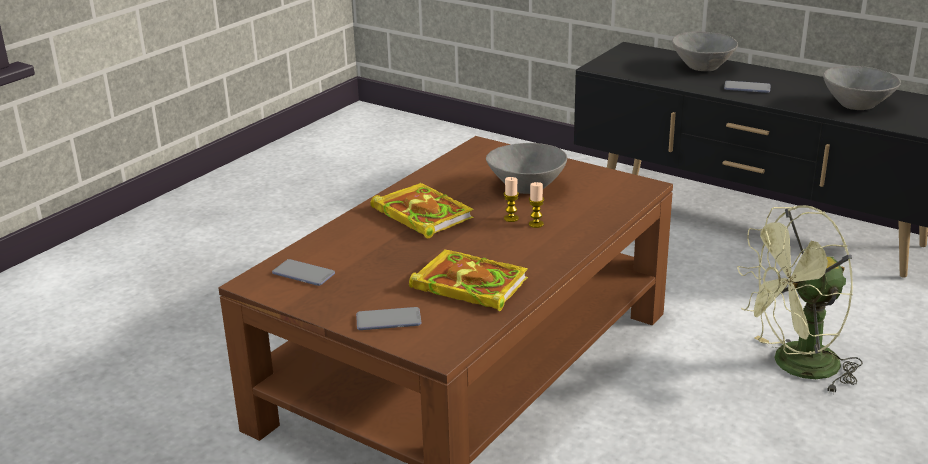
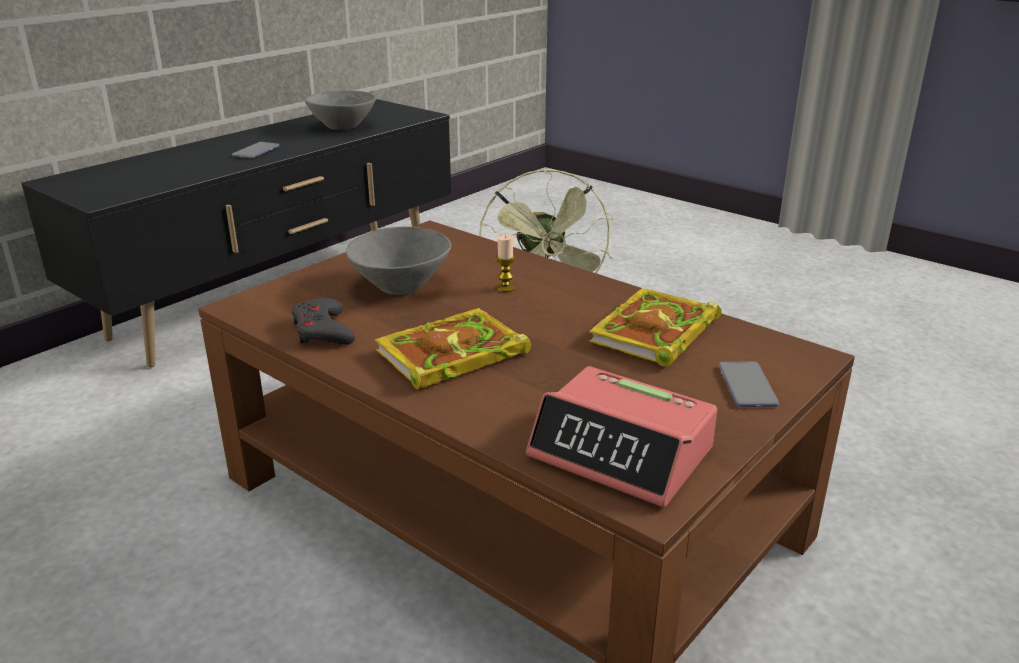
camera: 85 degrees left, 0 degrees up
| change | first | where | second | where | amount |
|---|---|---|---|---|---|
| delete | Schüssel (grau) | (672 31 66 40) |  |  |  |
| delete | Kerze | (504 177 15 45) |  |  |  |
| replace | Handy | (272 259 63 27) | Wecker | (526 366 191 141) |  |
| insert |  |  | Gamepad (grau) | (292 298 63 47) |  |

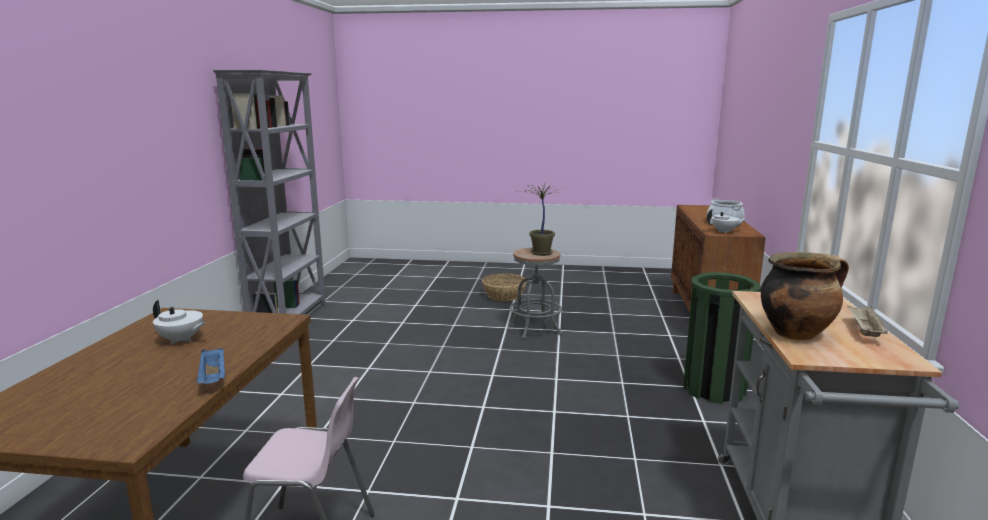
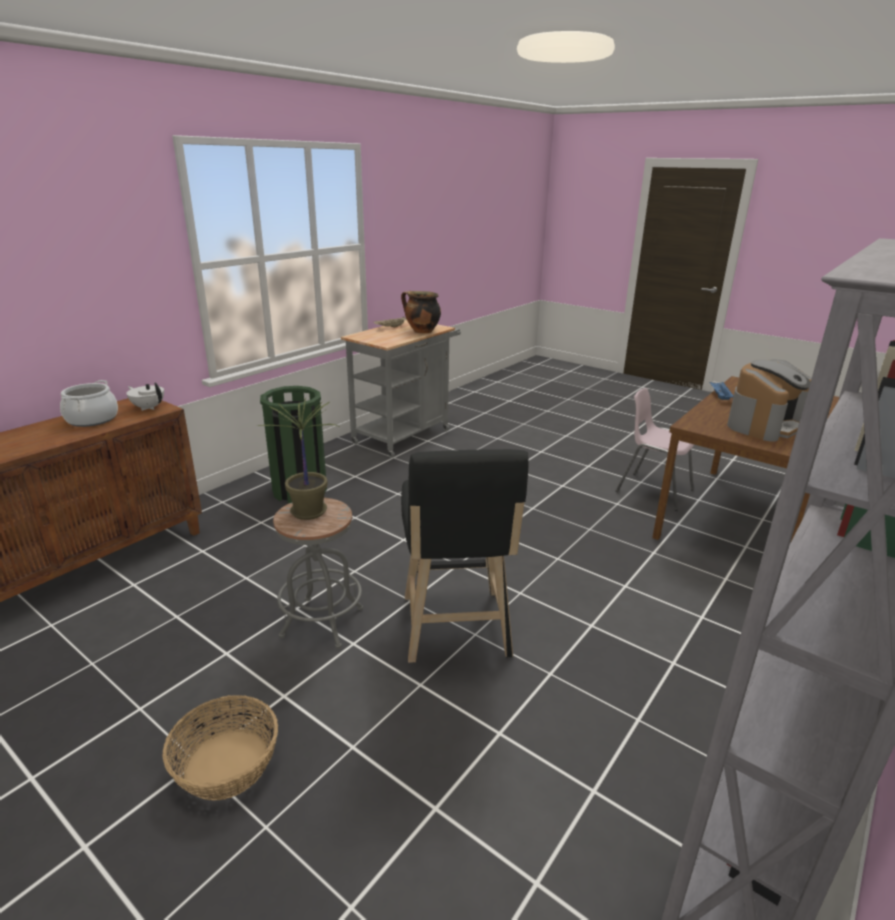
camera: 150 degrees left, 10 degrees up
| change | first | where | second | where | amount |
|---|---|---|---|---|---|
| replace | Teekanne (weiß) | (153 300 53 44) | Kaffeemaschine | (727 359 85 83) |  |
| insert |  |  | Hocker (schwarz) | (401 449 127 214) |  |

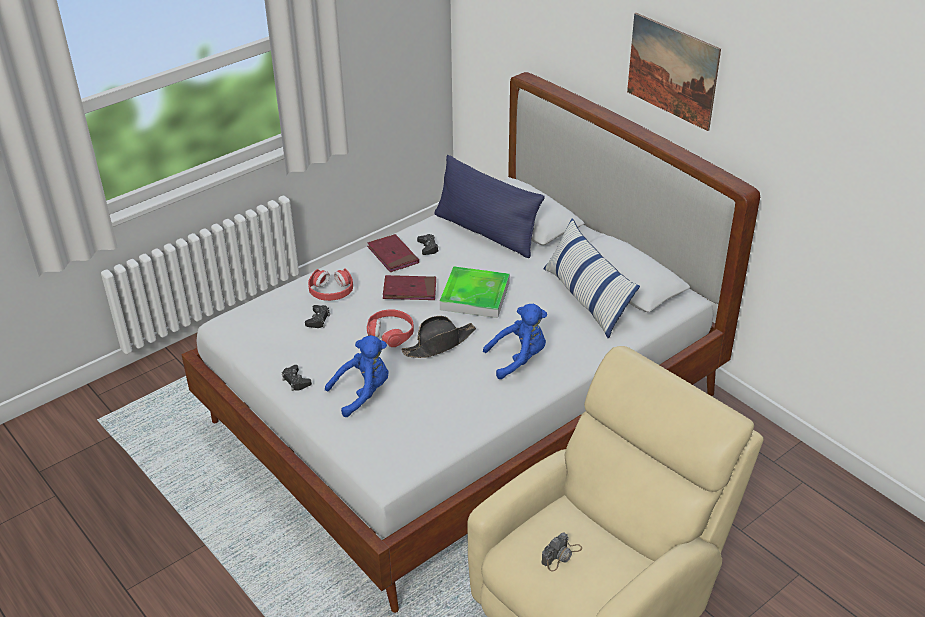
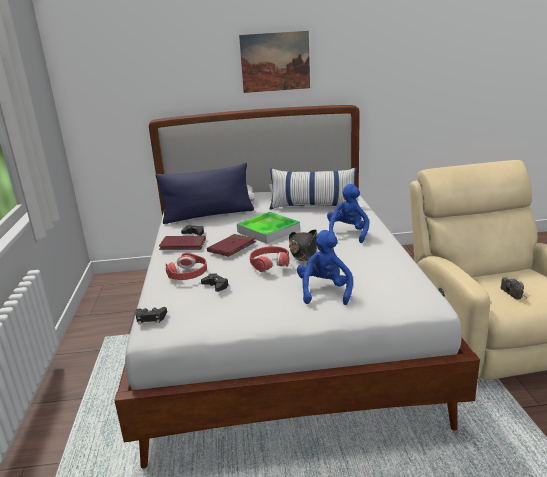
camera: 55 degrees left, 15 degrees down
| change | first | where | second | where | amount |
|---|---|---|---|---|---|
| move | Gamepad (schwarz) | (282 365 30 26) |  | (135 307 32 17) |  |

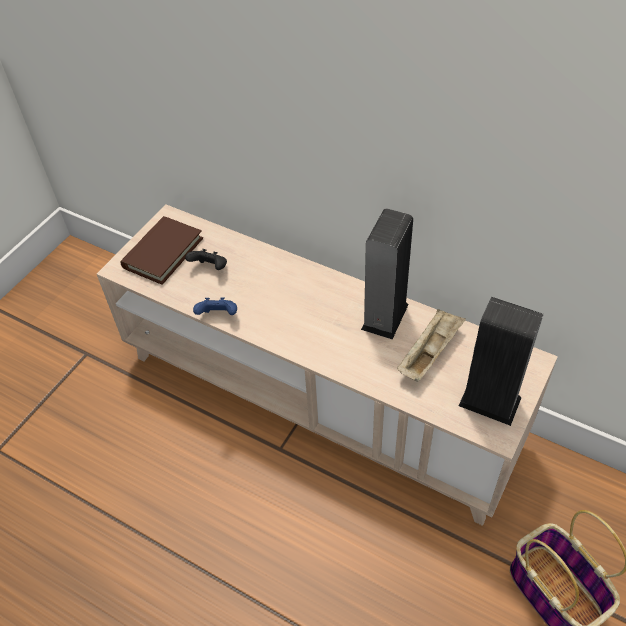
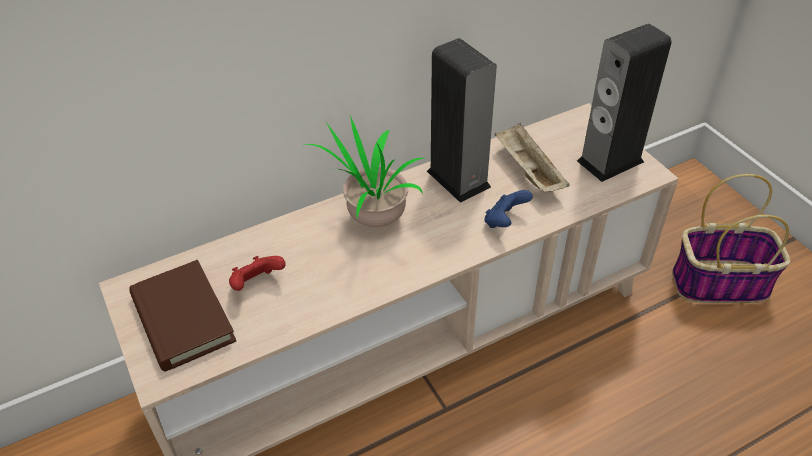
camera: 60 degrees left, 5 degrees down
| change | first | where | second | where | amount |
|---|---|---|---|---|---|
| recolor | Gamepad (schwarz) | (185 249 42 21) | Gamepad (rot) | (229 256 57 35) |  |
| move | Gamepad (blau) | (193 297 44 18) |  | (484 190 49 38) |  |
| insert |  |  | Topfpflanze | (305 115 121 112) |  |

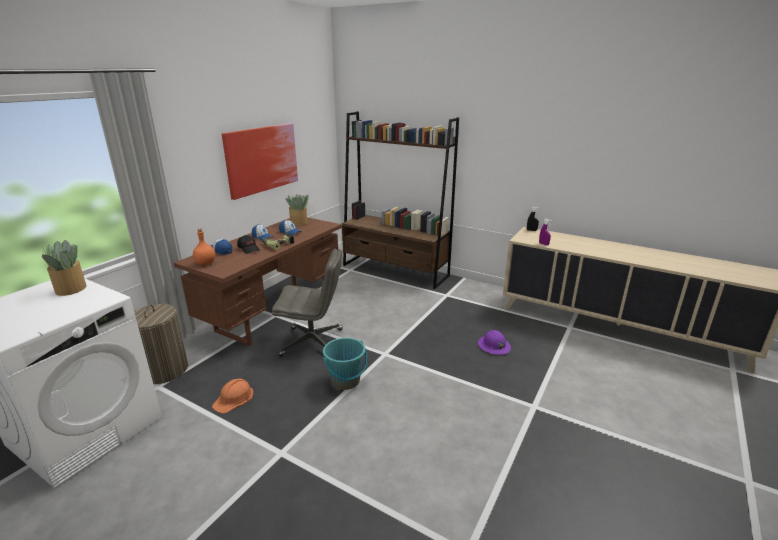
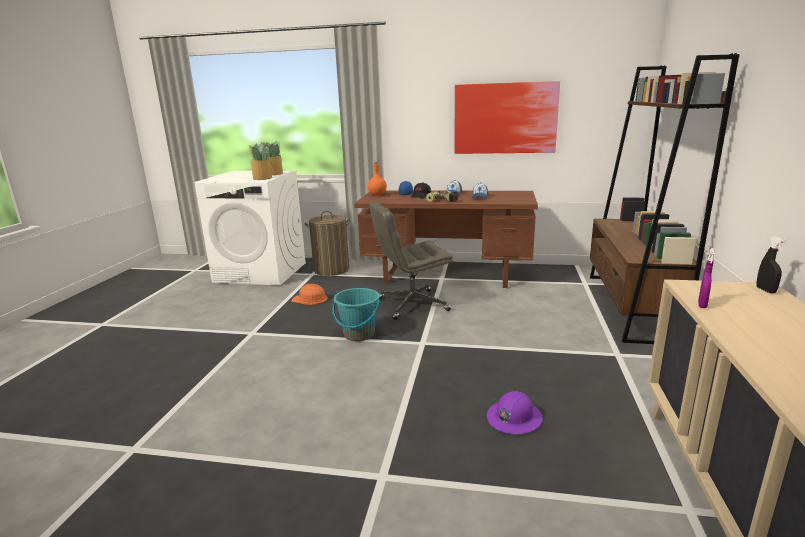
camera: 70 degrees right, 5 degrees down
| change | first | where | second | where | amount |
|---|---|---|---|---|---|
| move | Topfpflanze | (286 194 23 32) |  | (249 143 23 37) |  |
| rotate | Bürostuhl (grau) | (272 249 70 108) |  | (369 202 84 118) | 90 degrees clockwise |

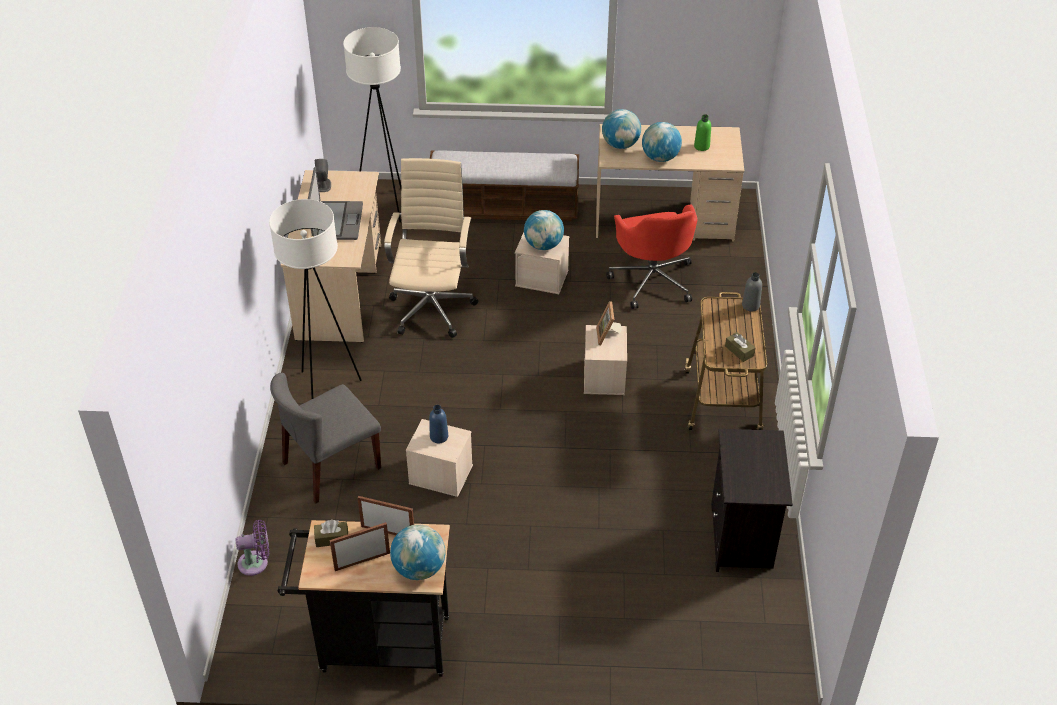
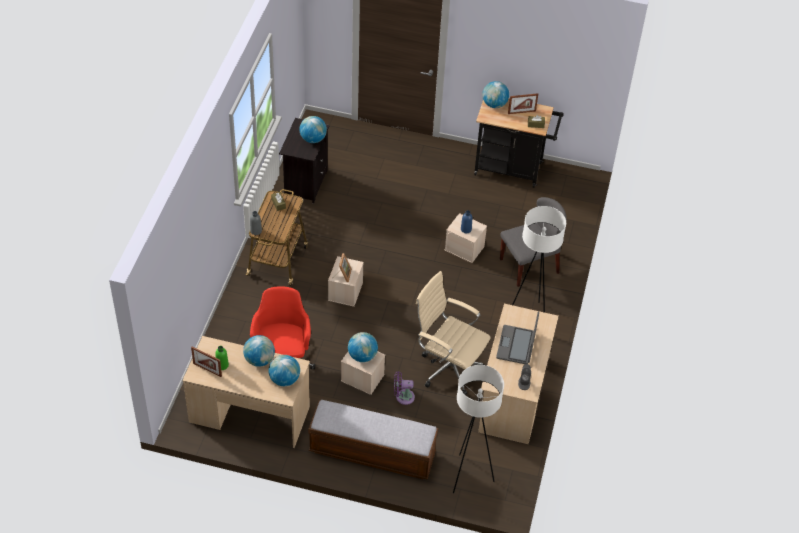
camera: 170 degrees left, 5 degrees up
| change | first | where | second | where | amount |
|---|---|---|---|---|---|
| rotate | Bürostuhl (beige) | (384 158 94 180) |  | (416 271 75 124) | 105 degrees clockwise |
| move | Bilderrahmen | (357 496 57 39) |  | (191 347 31 30) |  |
| move | Ventilator (lila) | (236 520 33 56) |  | (394 371 21 34) |  |
| insert |  |  | Globus | (299 116 28 27) |  |

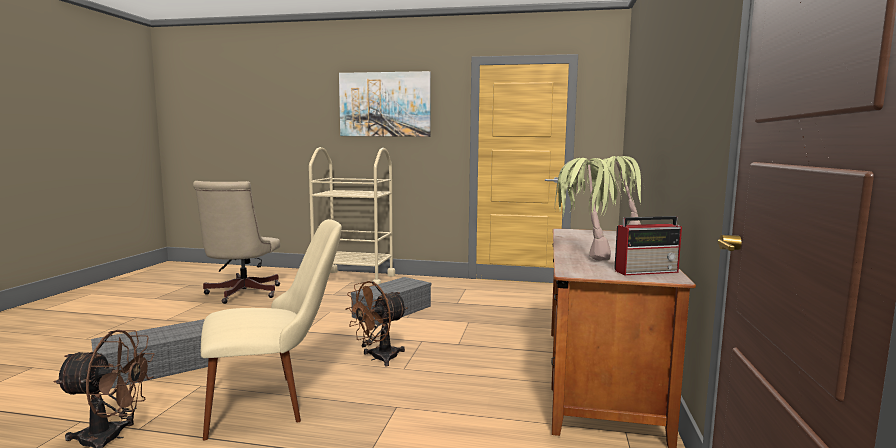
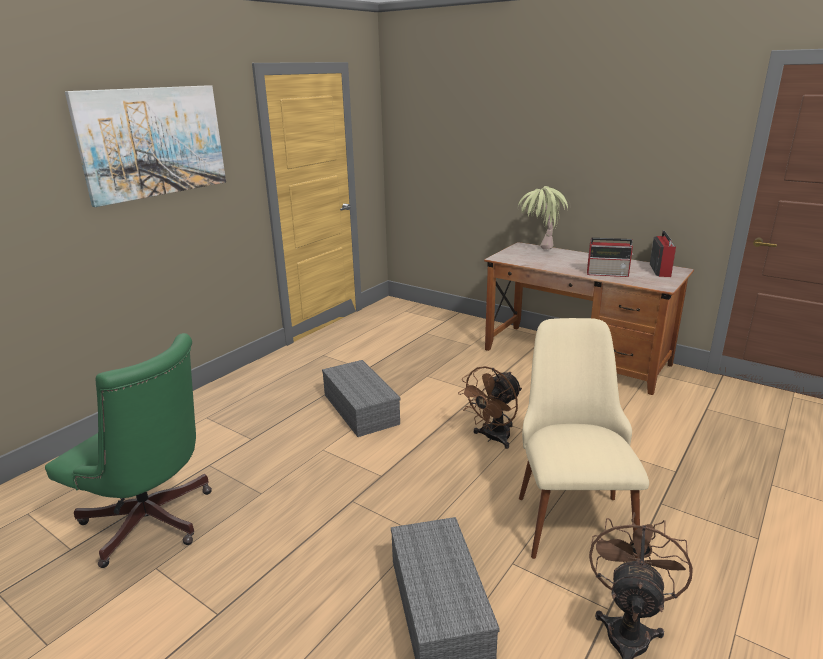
camera: 65 degrees left, 15 degrees up
| change | first | where | second | where | amount |
|---|---|---|---|---|---|
| delete | Rollwagen (beige) | (309 147 86 138) |  |  |  |
| replace | Topfpflanze | (555 158 67 103) | Radio | (587 238 46 39) |  |
| recolor | Bürostuhl (beige) | (193 181 87 123) | Bürostuhl (grün) | (45 333 167 235) |  |
| rotate | Ventilator (braun) | (346 281 61 85) |  | (458 366 64 83) | 60 degrees clockwise |

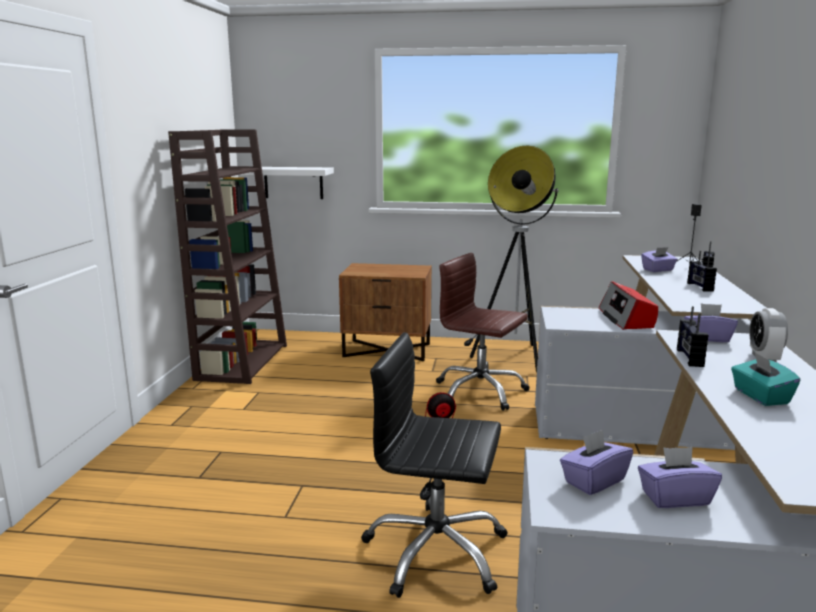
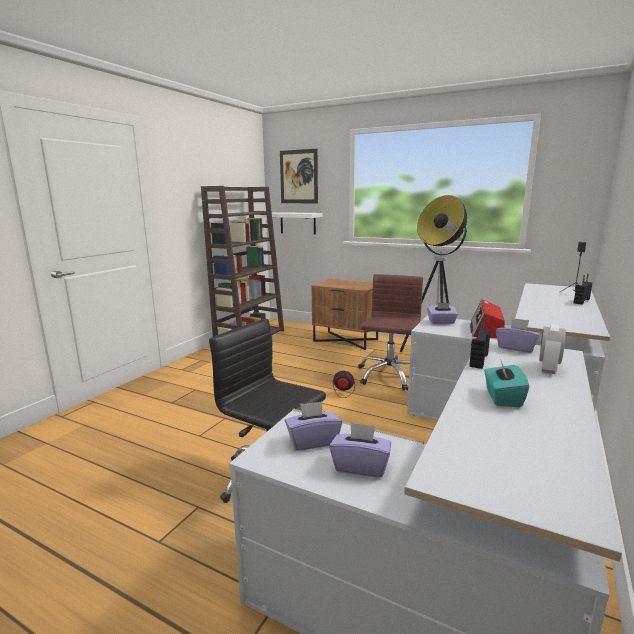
camera: 20 degrees right, 0 degrees up
| change | first | where | second | where | amount |
|---|---|---|---|---|---|
| move | Taschentuchbox (lila) | (641 247 37 25) |  | (427 303 31 21) |  |
| delete | Radio | (687 251 30 41) |  |  |  |
| rotate | Bürostuhl (braun) | (436 253 93 157) |  | (358 274 65 117) | 60 degrees clockwise |
| insert |  |  | Bild | (280 149 38 54) |  |

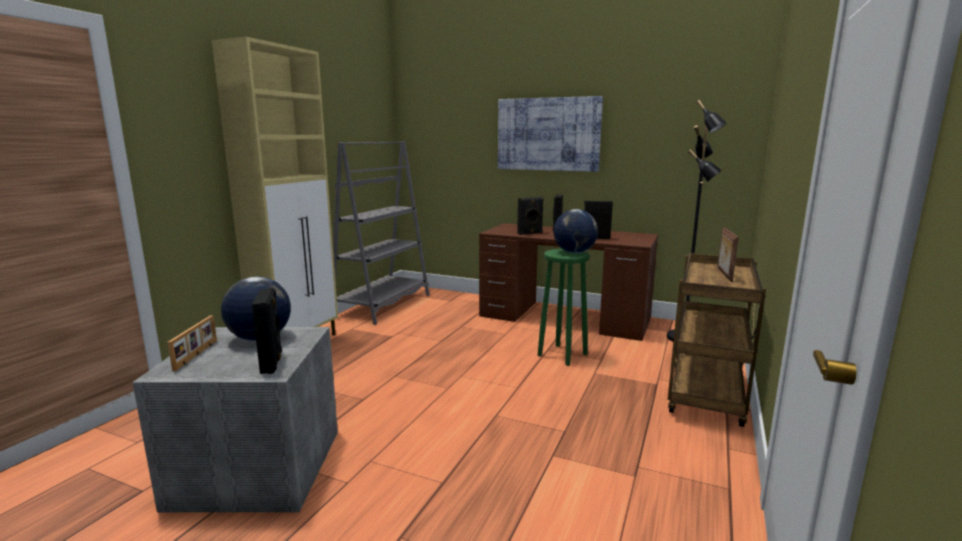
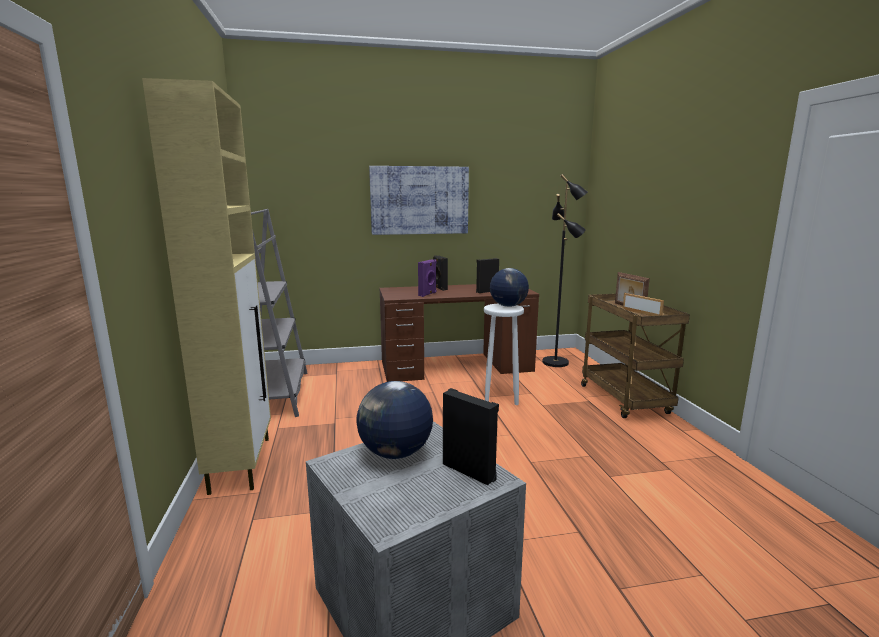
camera: 35 degrees left, 0 degrees up
| change | first | where | second | where | amount |
|---|---|---|---|---|---|
| recolor | Lautsprecher (schwarz) | (517 197 27 38) | Lautsprecher (lila) | (418 259 18 38) |  |
| recolor | Hocker (grün) | (538 249 52 117) | Hocker (weiß) | (484 304 40 101) |  |
| move | Bilderrahmen | (167 315 50 56) |  | (623 293 41 23) |  |

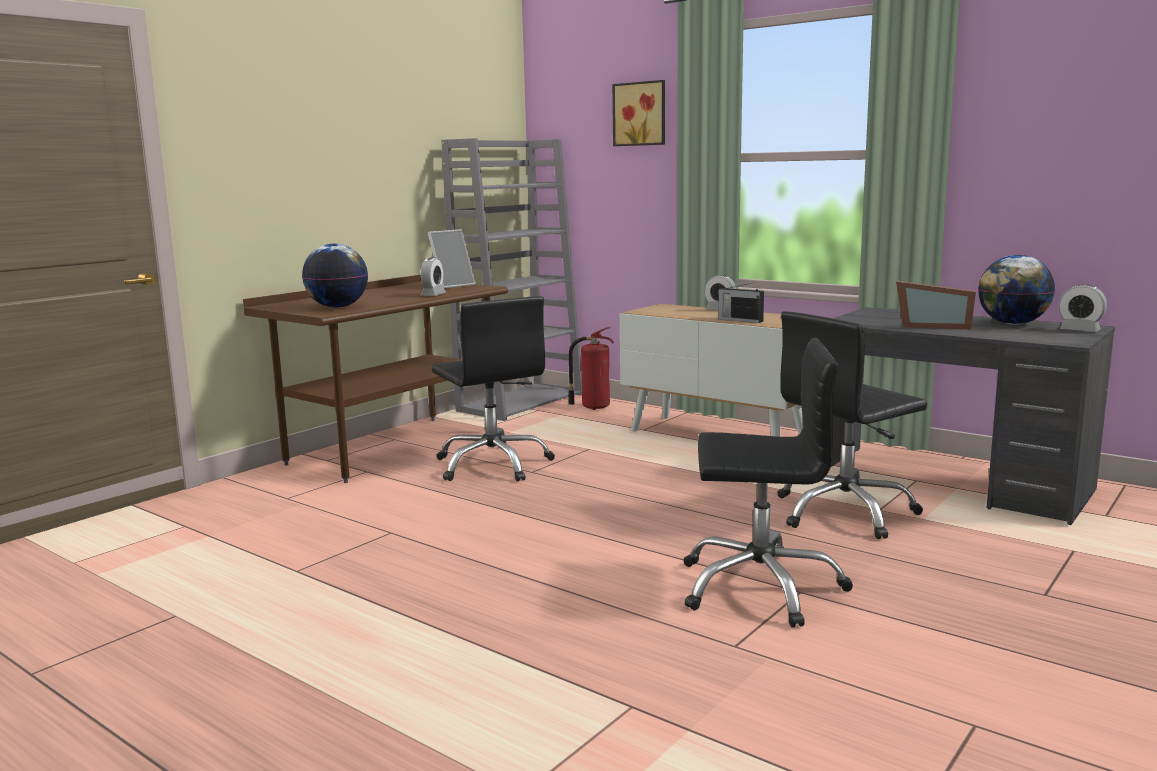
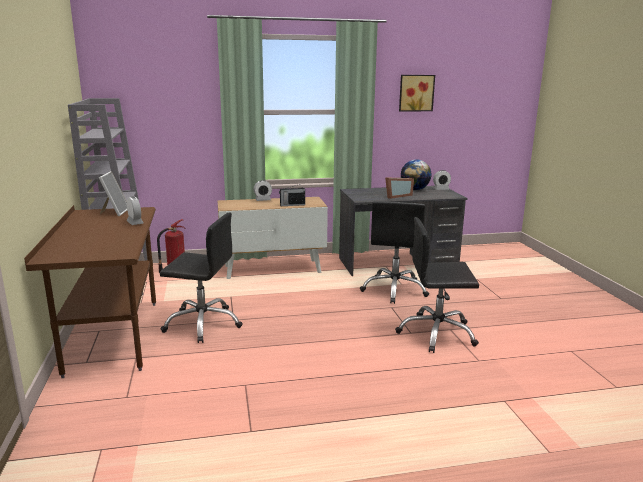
camera: 50 degrees left, 5 degrees up
| change | first | where | second | where | amount |
|---|---|---|---|---|---|
| move | Bild | (612 80 53 66) |  | (399 75 36 37) |  |
| delete | Globus | (302 244 66 64) |  |  |  |
| rotate | Bürostuhl (schwarz) | (684 338 169 290) |  | (395 217 84 136) | 135 degrees counterclockwise |

